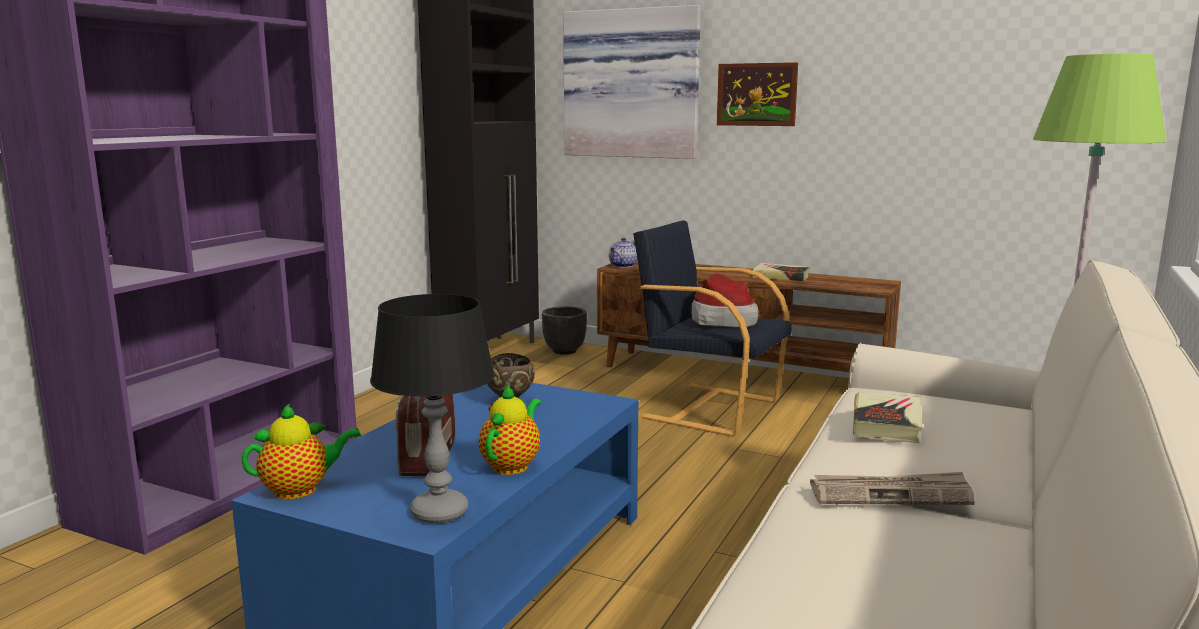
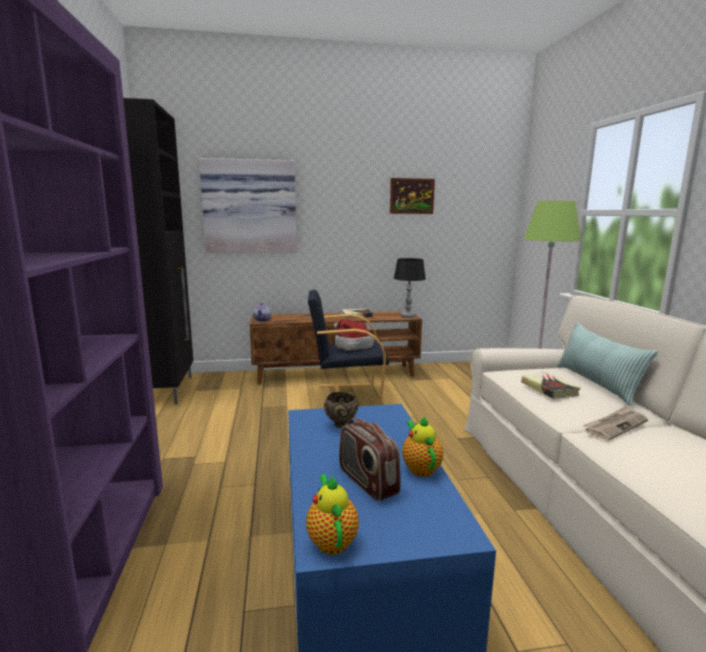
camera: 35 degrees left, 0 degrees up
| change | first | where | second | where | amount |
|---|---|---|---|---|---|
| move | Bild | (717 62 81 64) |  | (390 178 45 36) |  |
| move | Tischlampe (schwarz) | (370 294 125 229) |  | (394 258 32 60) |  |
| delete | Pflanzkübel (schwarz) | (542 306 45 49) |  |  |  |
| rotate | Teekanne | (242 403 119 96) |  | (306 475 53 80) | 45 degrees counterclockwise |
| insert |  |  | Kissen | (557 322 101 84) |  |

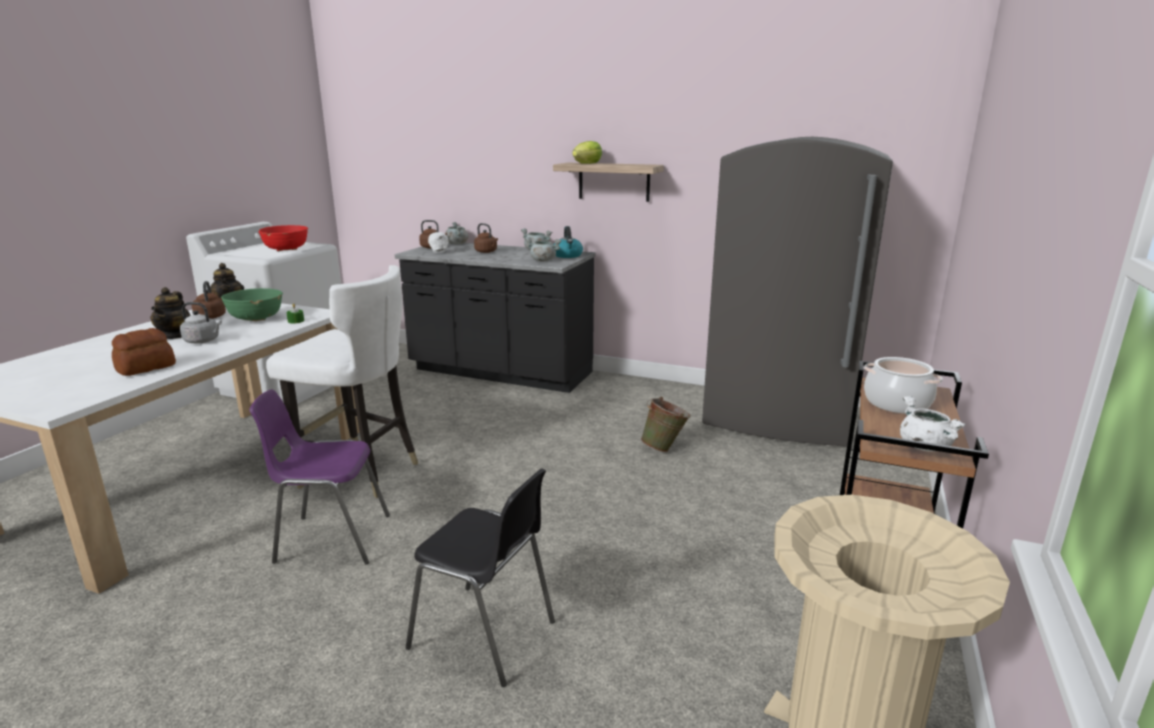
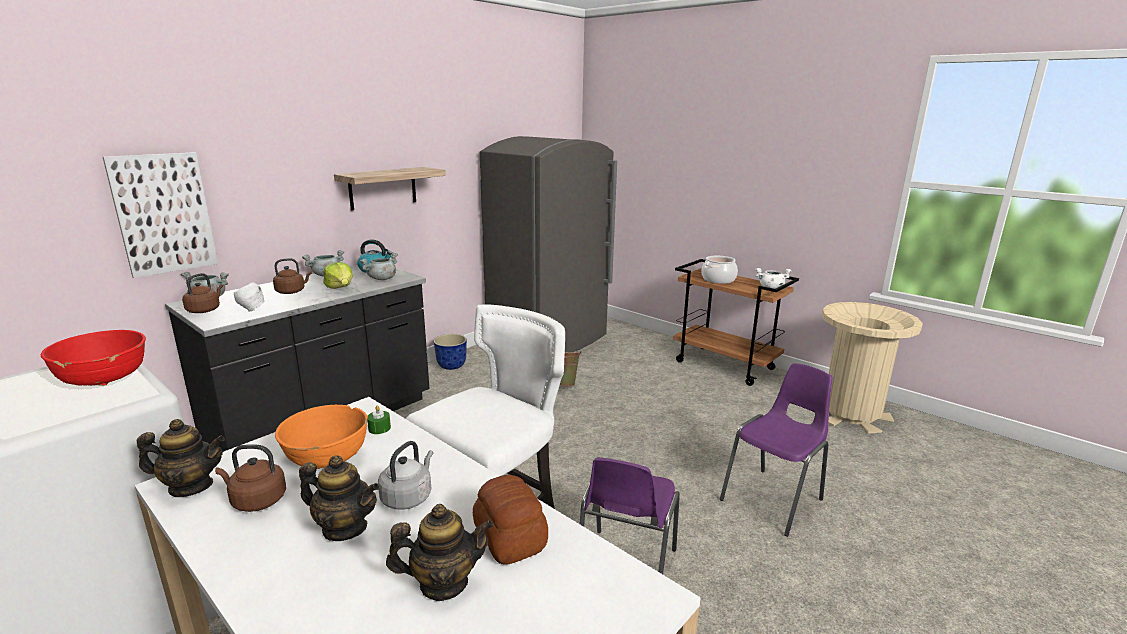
camera: 70 degrees left, 0 degrees up
| change | first | where | second | where | amount |
|---|---|---|---|---|---|
| move | Salatkopf | (572 141 30 23) |  | (323 262 30 27) |  |
| recolor | Schüssel (grün) | (221 288 62 33) | Schüssel (orange) | (275 405 93 64) |  |
| recolor | Stuhl (schwarz) | (406 469 149 218) | Stuhl (lila) | (720 363 113 174) |  |
| insert |  |  | Bild | (103 152 115 126) |  |
| insert |  |  | Pflanzkübel | (434 334 33 36) |  |
| insert |  |  | Teekanne | (386 504 108 97) |  |

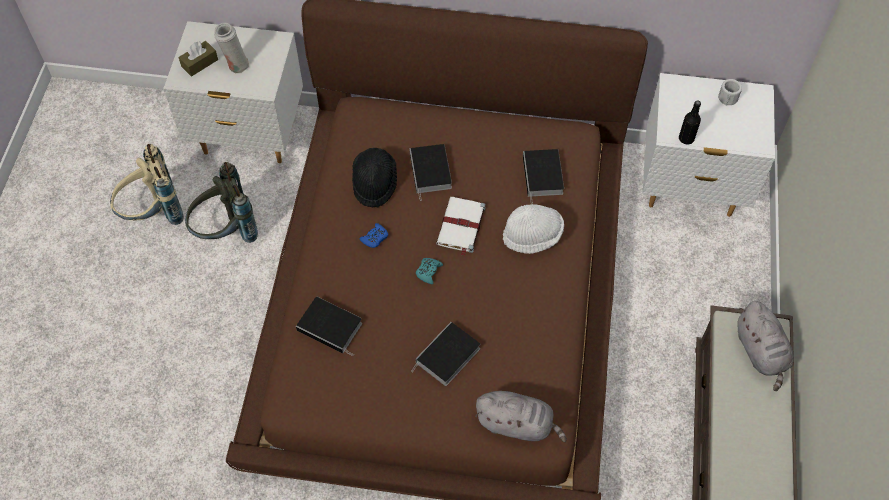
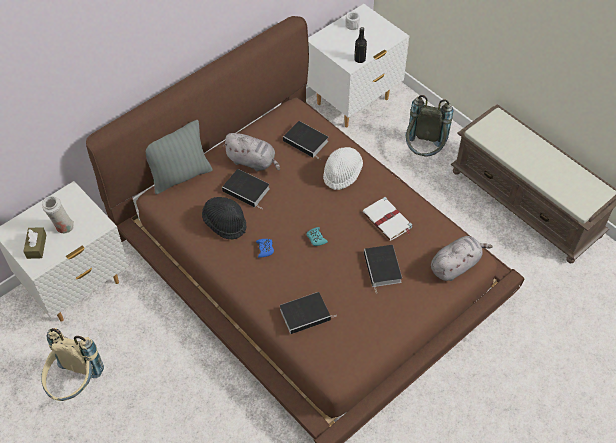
camera: 50 degrees left, 5 degrees down
| change | first | where | second | where | amount |
|---|---|---|---|---|---|
| move | Rucksack (grau) | (185 162 73 81) |  | (405 95 48 62) |  |
| move | Buch (weiß) | (436 197 50 59) |  | (362 197 50 44) |  |
| move | Plüschtier (grau) | (737 301 57 90) |  | (222 133 58 38) |  |
| insert |  |  | Kissen (grau) | (146 120 67 75) |  |

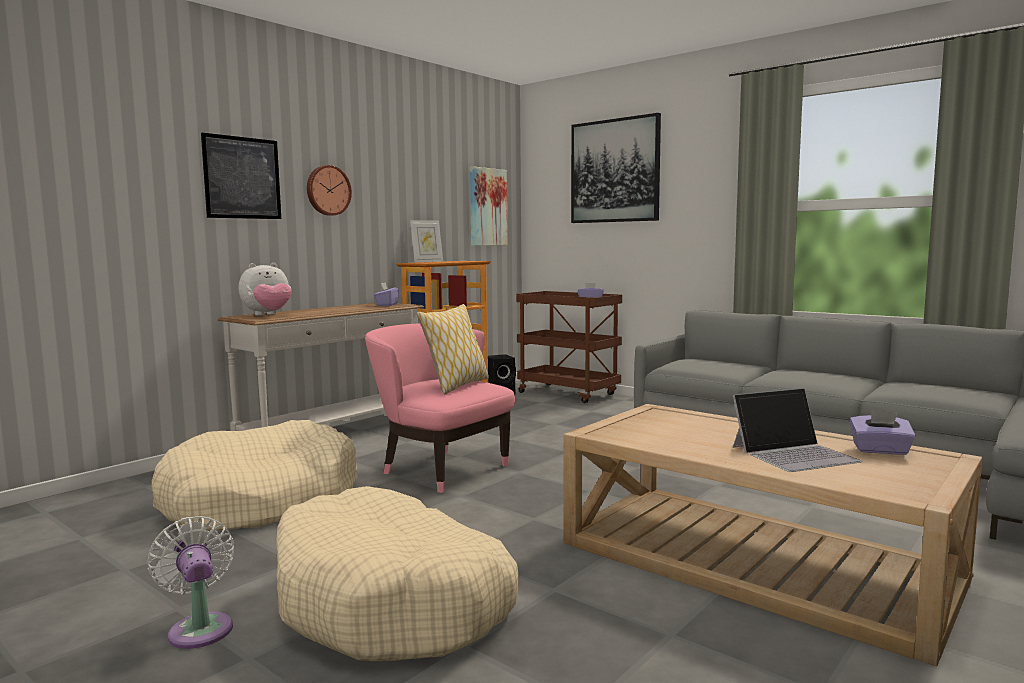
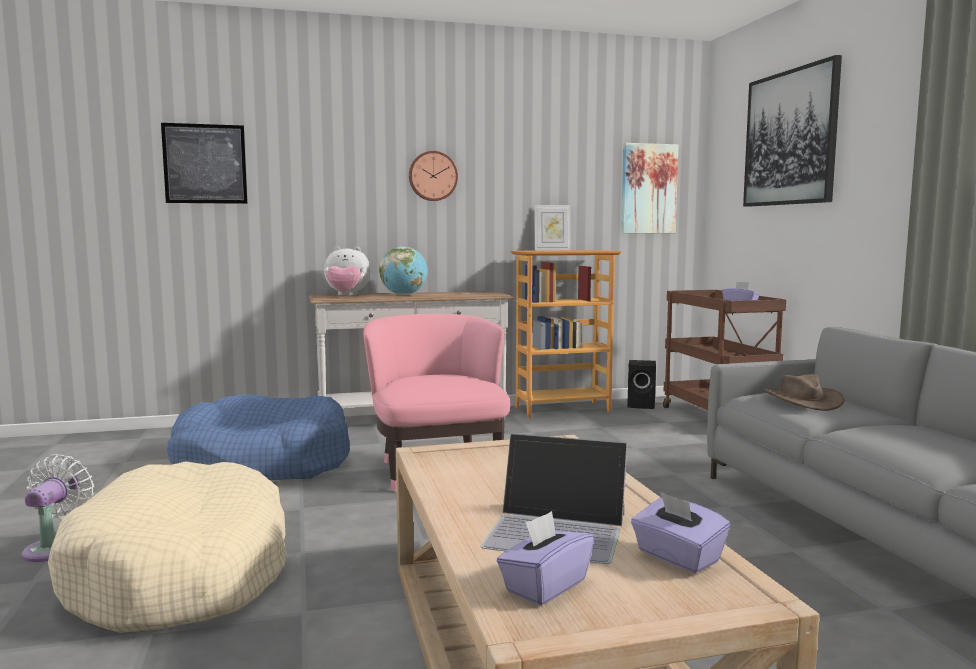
camera: 35 degrees right, 0 degrees up
| change | first | where | second | where | amount |
|---|---|---|---|---|---|
| move | Bild | (201 133 80 86) |  | (161 123 86 81) |  |
| move | Taschentuchbox (lila) | (374 282 25 24) |  | (497 511 97 94) |  |
| delete | Kissen | (417 304 72 90) |  |  |  |
| recolor | Hundebett (beige) | (152 420 206 111) | Hundebett (blau) | (167 394 183 86) |  |
| insert |  |  | Globus | (379 246 48 49) |  |
| insert |  |  | Hut (braun) | (762 374 82 37) |  |

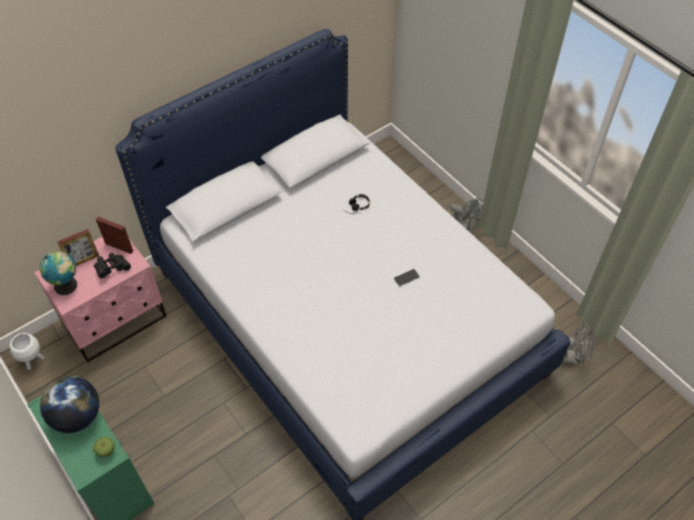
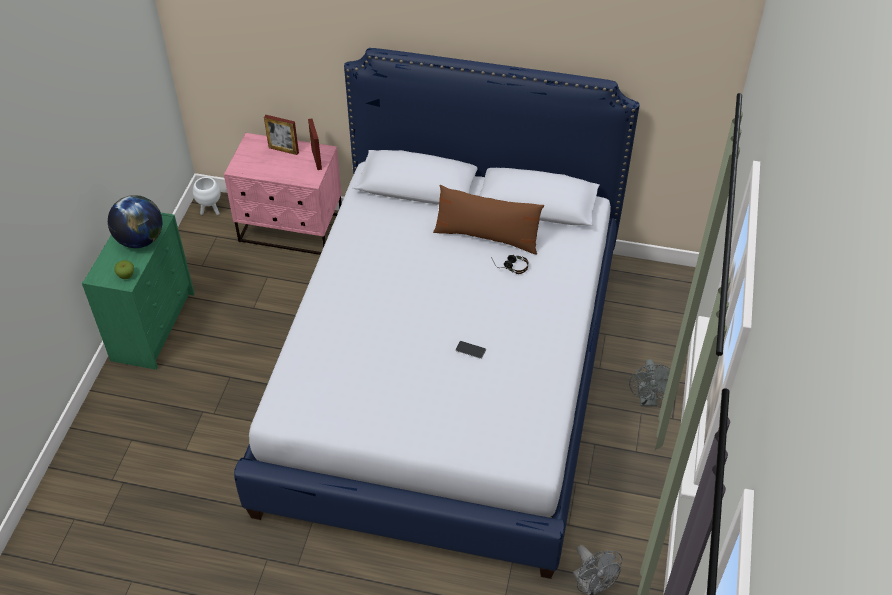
camera: 50 degrees right, 5 degrees down
| change | first | where | second | where | amount |
|---|---|---|---|---|---|
| delete | Globus | (40 251 37 44) |  |  |  |
| delete | Fernglas (schwarz) | (94 253 37 25) |  |  |  |
| insert |  |  | Kissen (braun) | (433 185 111 70) |  |

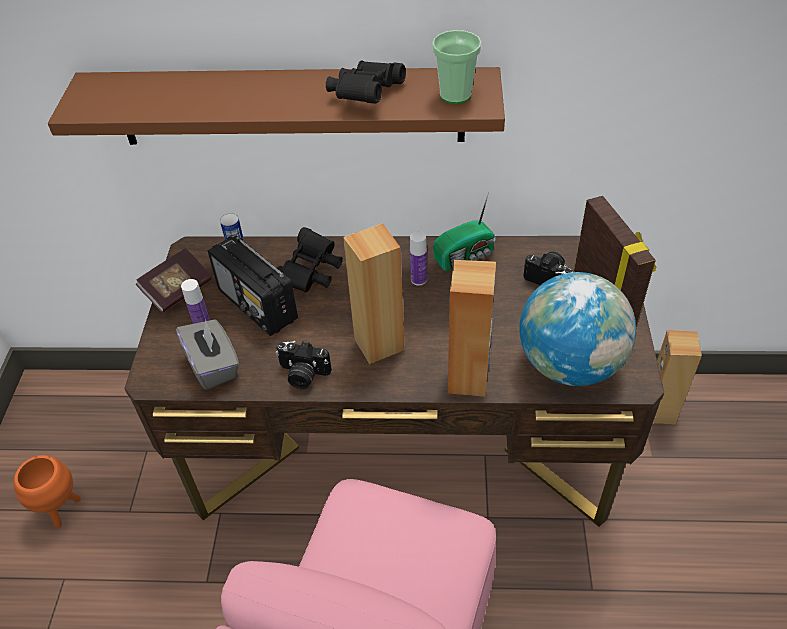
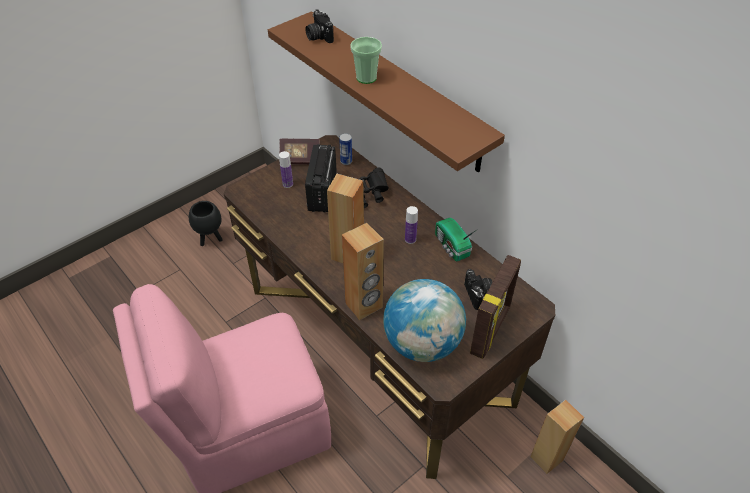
camera: 45 degrees right, 0 degrees up
| change | first | where | second | where | amount |
|---|---|---|---|---|---|
| move | Tasse | (432 30 49 74) |  | (350 37 32 47) |  |
| delete | Fernglas (schwarz) | (326 61 80 43) |  |  |  |
| rotate | Radio | (433 195 63 76) |  | (435 218 41 43) | 45 degrees clockwise |
| delete | Taschentuchbox (grau) | (176 319 63 71) |  |  |  |
| move | Kamera | (276 341 56 48) |  | (305 9 29 34) |  |
| recolor | Pflanzkübel (orange) | (14 455 67 73) | Pflanzkübel (schwarz) | (189 201 33 45) |  |

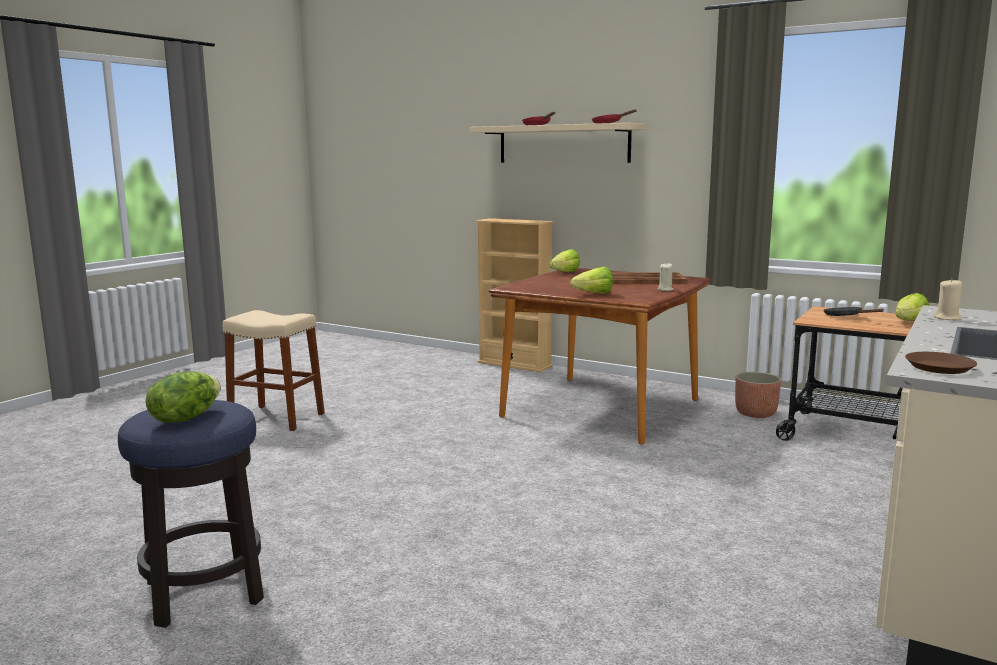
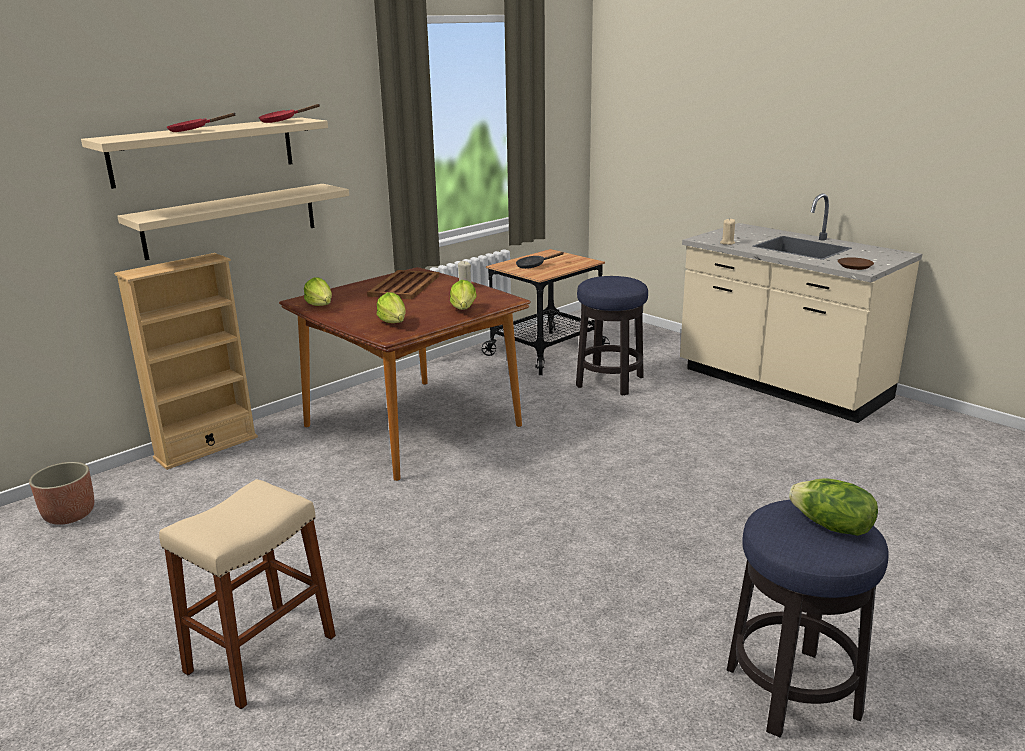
camera: 75 degrees left, 10 degrees up
| change | first | where | second | where | amount |
|---|---|---|---|---|---|
| move | Salatkopf | (895 293 34 28) |  | (377 292 29 31) |  |
| move | Pflanzkübel | (735 372 46 46) |  | (29 462 65 63) |  |
| insert |  |  | Wandregal (beige) | (117 184 232 76) |  |
| insert |  |  | Hocker | (576 276 72 119) |  |

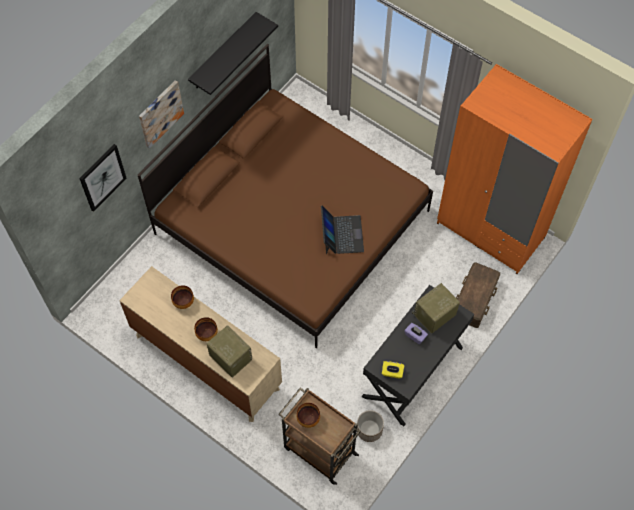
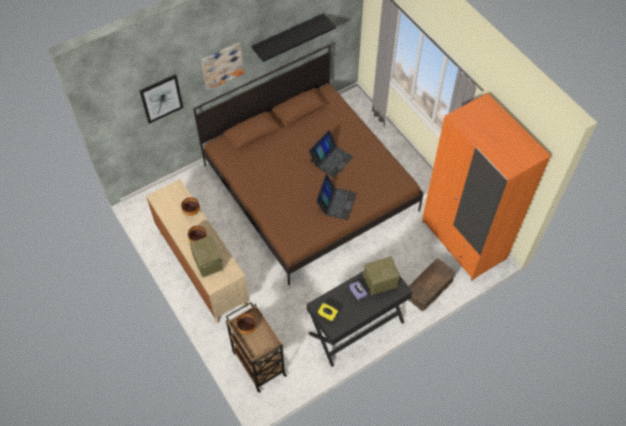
camera: 20 degrees right, 5 degrees down
| change | first | where | second | where | amount |
|---|---|---|---|---|---|
| delete | Pflanzkübel | (357 410 27 32) |  |  |  |
| insert |  |  | Laptop | (309 130 45 48) |  |

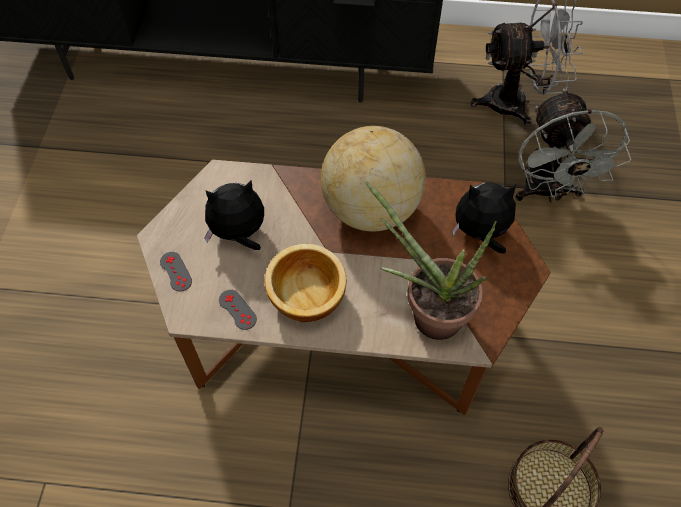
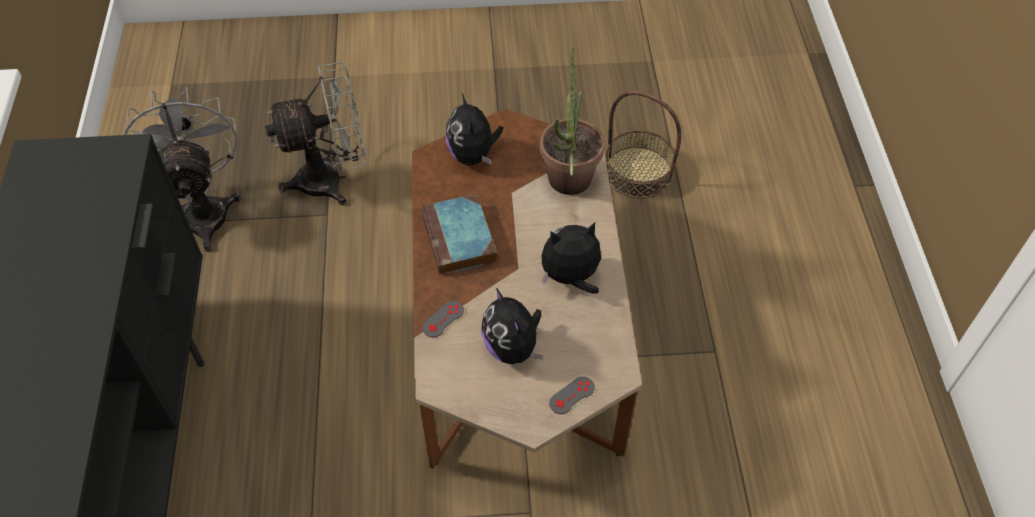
camera: 100 degrees left, 5 degrees down
| change | first | where | second | where | amount |
|---|---|---|---|---|---|
| replace | Globus | (321 126 105 105) | Buch | (421 194 76 81) |  |
| replace | Schüssel | (264 244 83 78) | Plüschtier | (541 222 60 72) |  |
| move | Gamepad (grau) | (219 290 38 40) |  | (422 301 42 37) |  |

